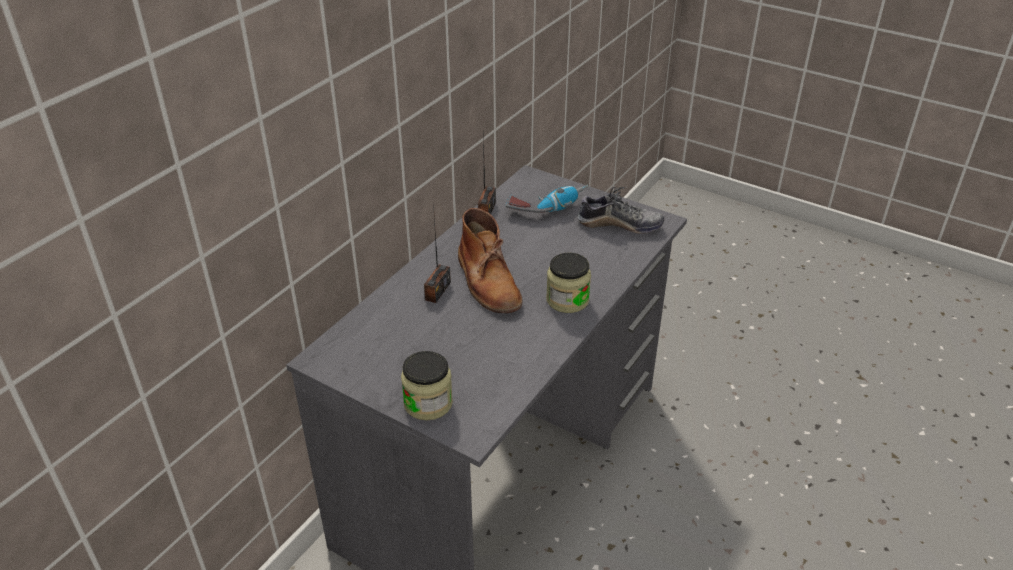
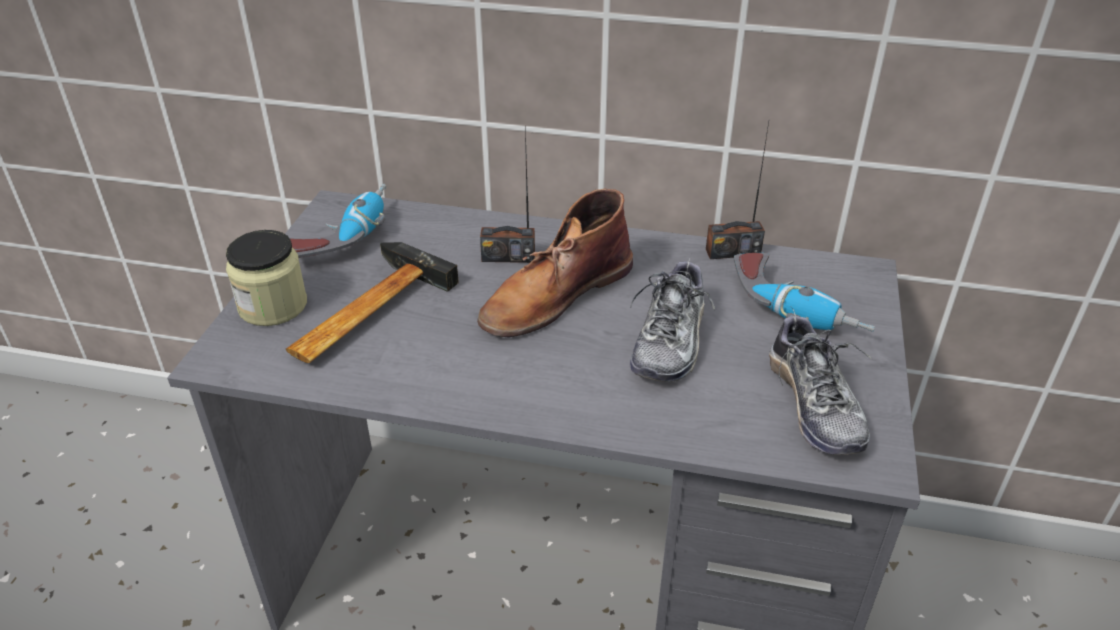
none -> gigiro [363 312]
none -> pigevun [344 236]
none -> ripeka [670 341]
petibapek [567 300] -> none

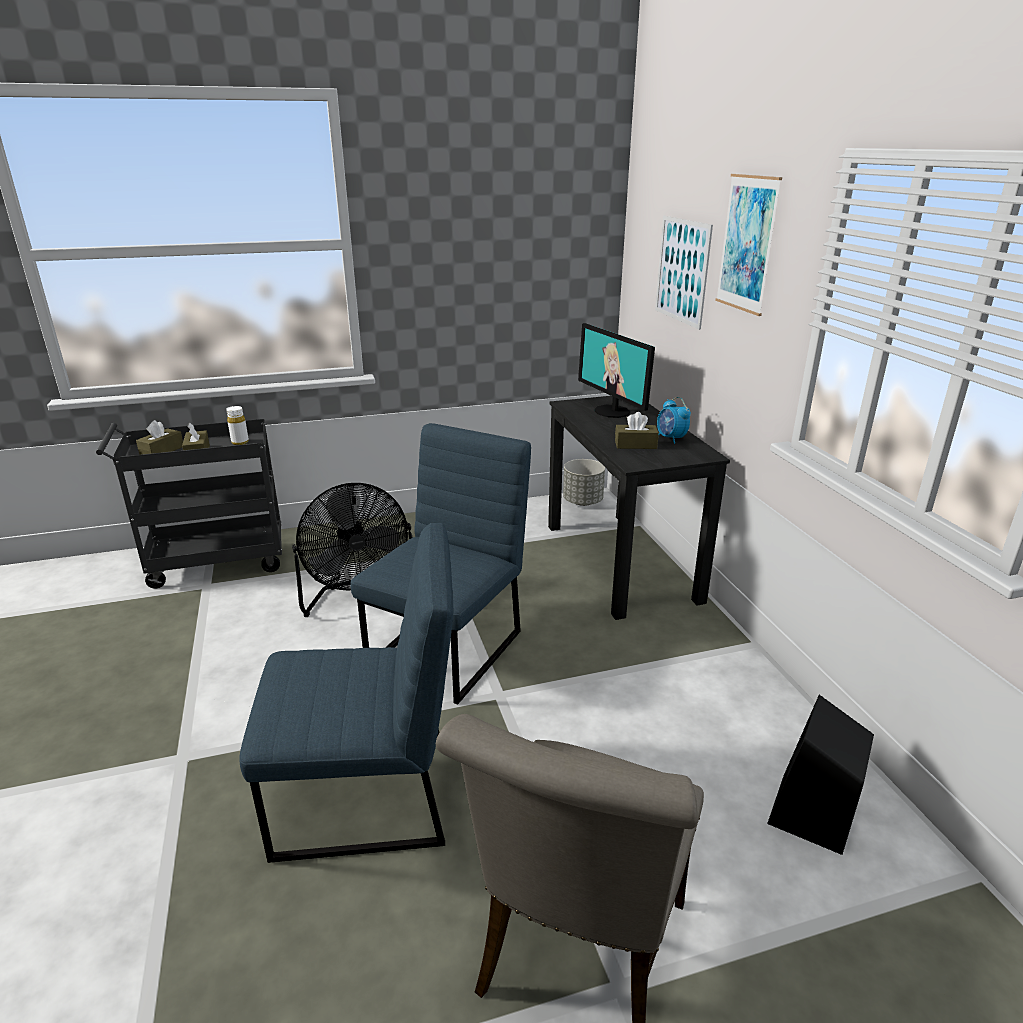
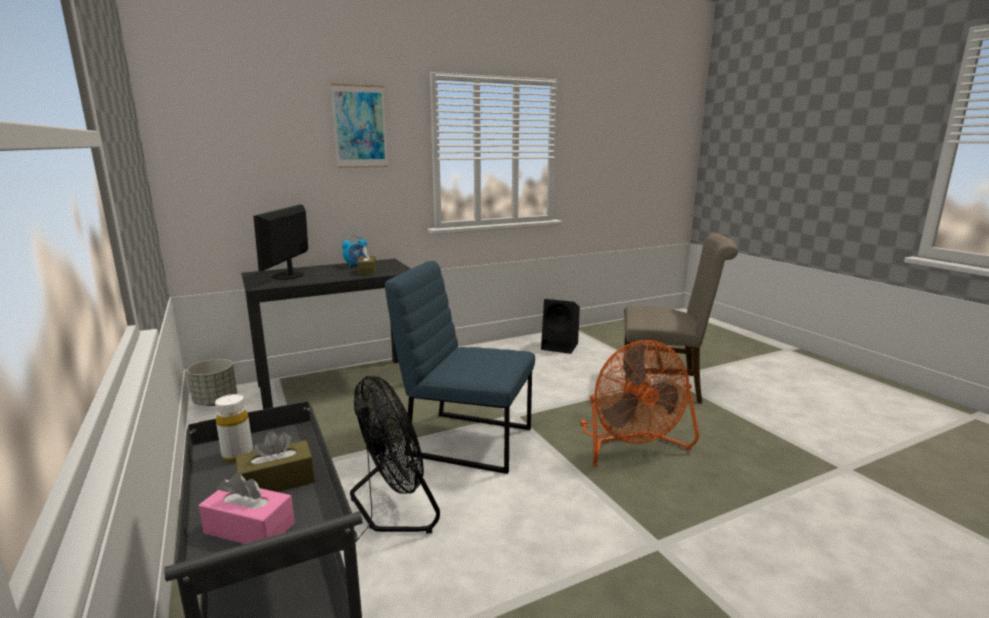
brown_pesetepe [162 451] -> pink_pesetepe [250 528]
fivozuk [613 411] -> fivozuk [288 276], 135 degrees clockwise
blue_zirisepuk [369 797] -> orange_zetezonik [628 446]
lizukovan [682 271] -> none

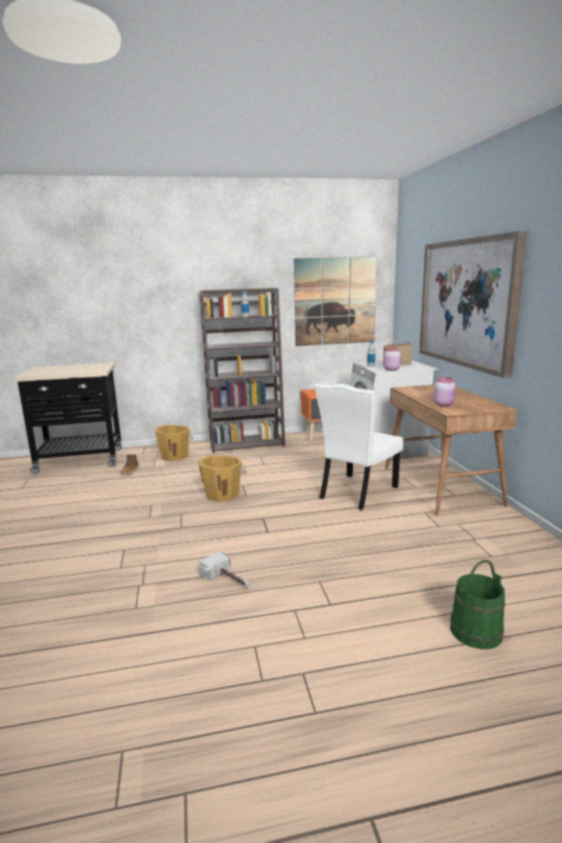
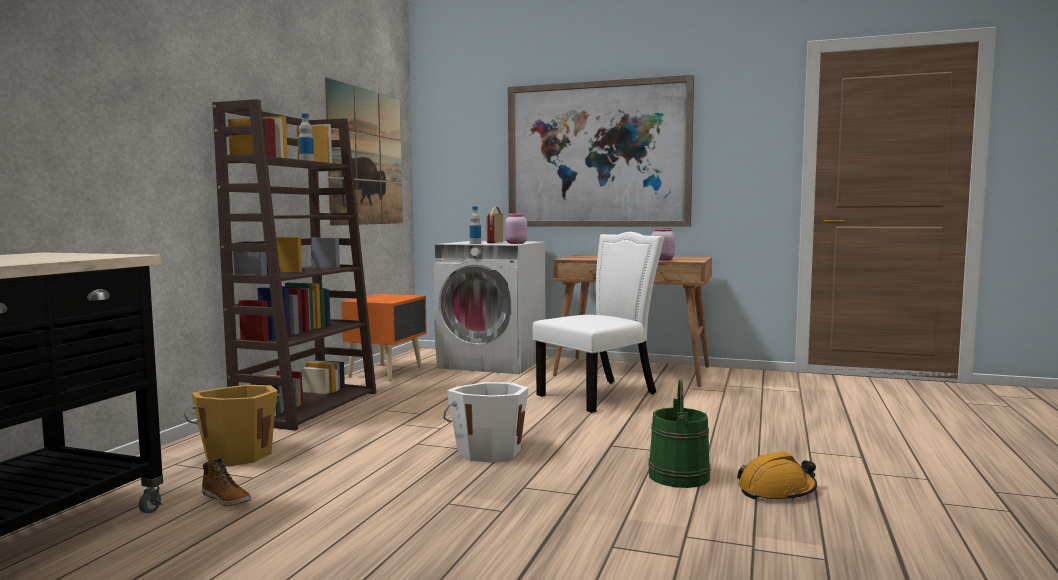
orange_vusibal [222 493] -> white_vusibal [488 451]
white_zirisepuk [358 491] -> white_zirisepuk [597 396], 105 degrees counterclockwise
green_vusibal [475 631] -> green_vusibal [678 476], move
gigiro [228 580] -> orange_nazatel [777 491]

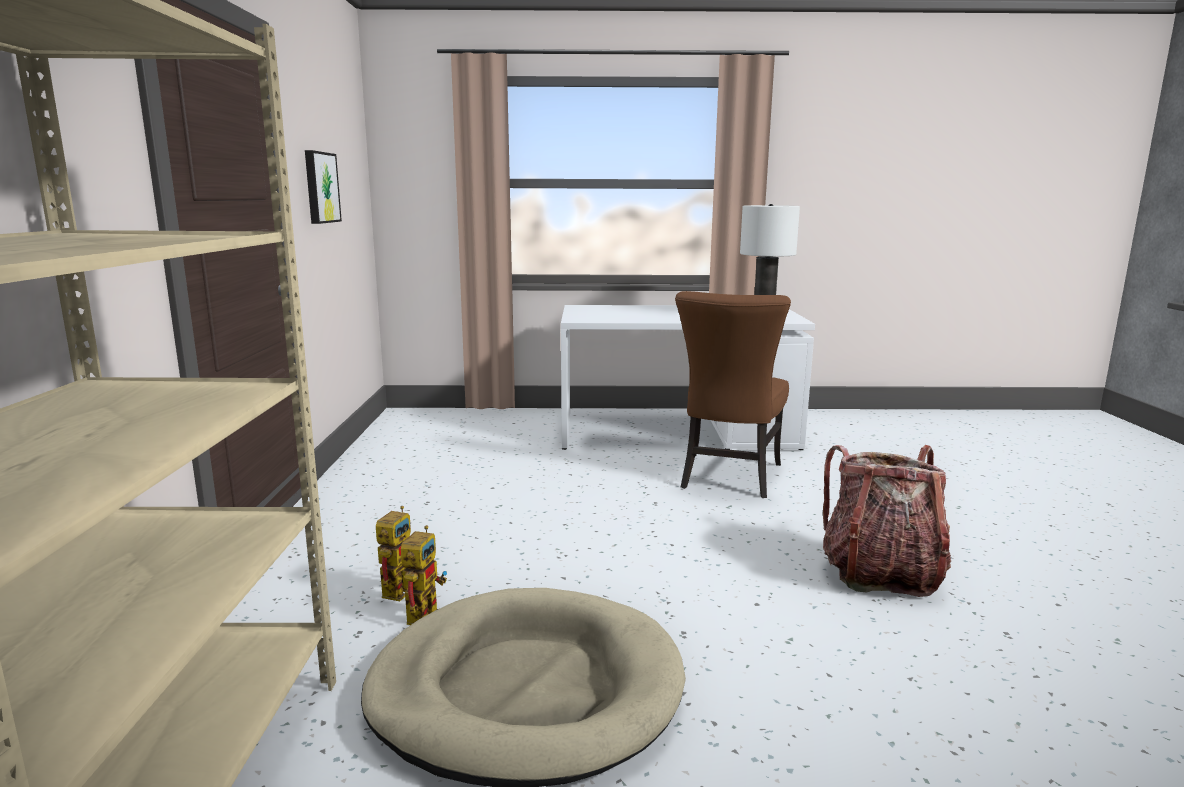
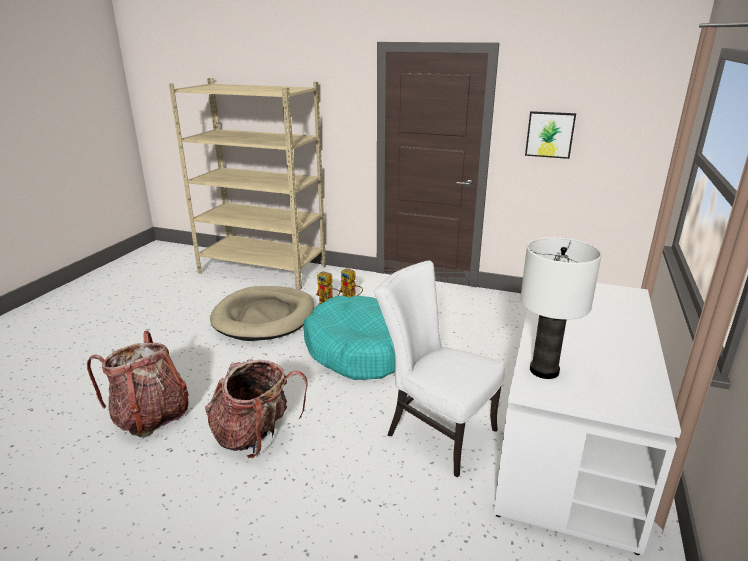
none -> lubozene [150 416]
none -> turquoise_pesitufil [357 349]
brown_zirisepuk [728 478] -> white_zirisepuk [435 431]

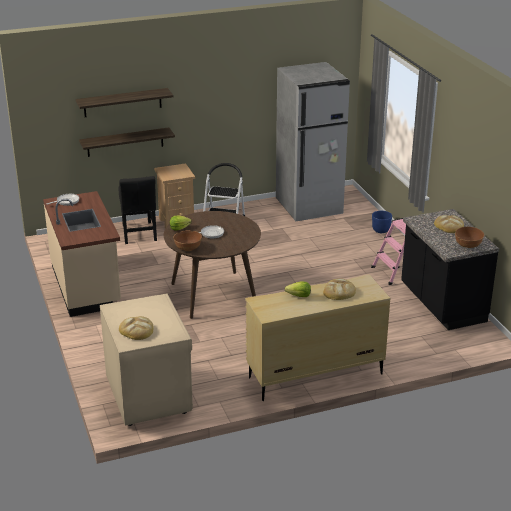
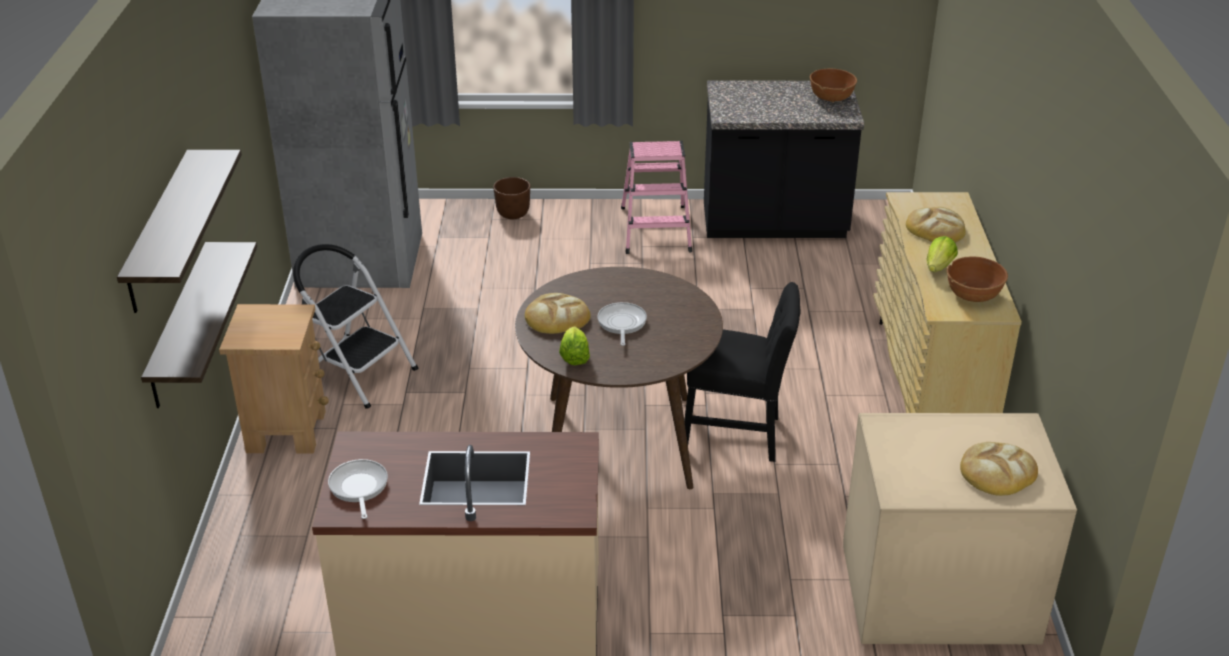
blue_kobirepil [381 230] -> brown_kobirepil [513 214]
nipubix [449 226] -> nipubix [556 317], move
black_zirisepuk [139 234] -> black_zirisepuk [737 435], move
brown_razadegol [188 248] -> brown_razadegol [973 295], move

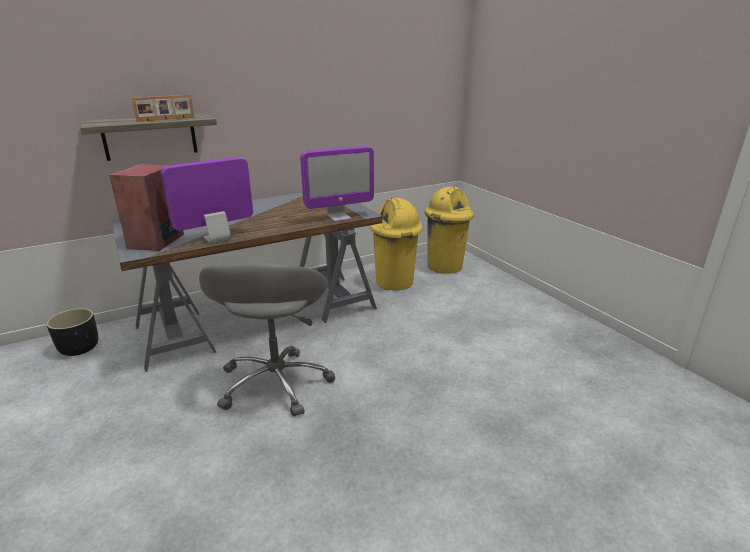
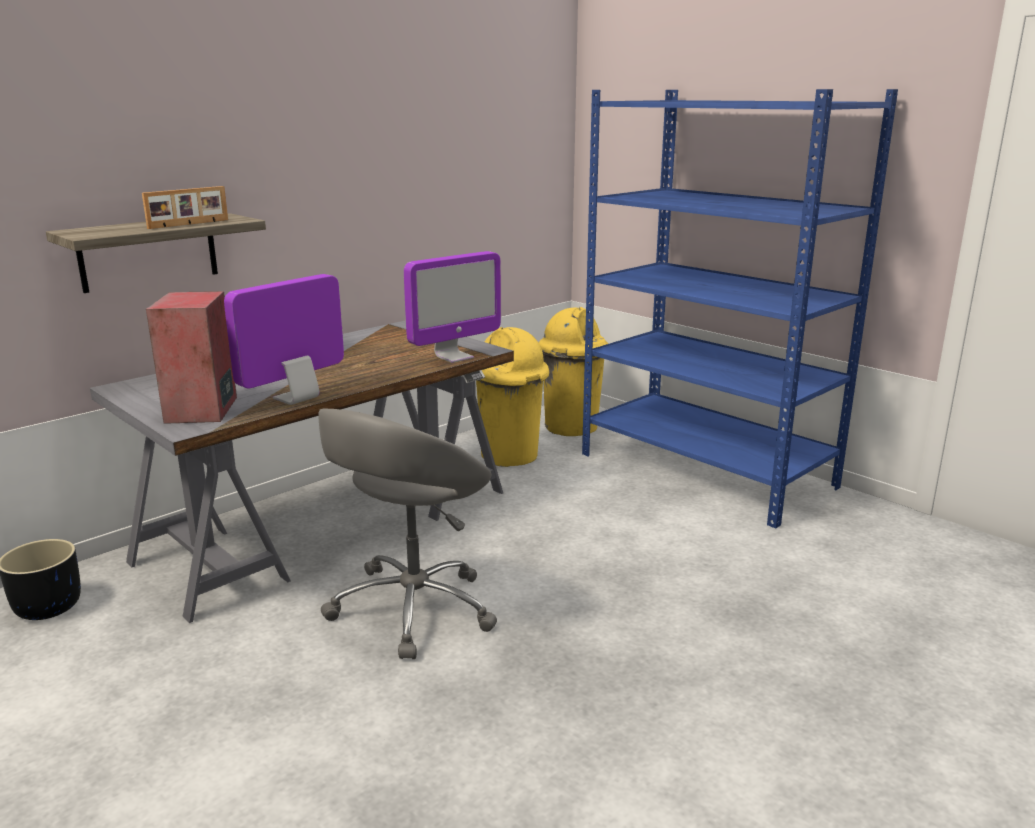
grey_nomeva [275 386] -> grey_nomeva [410 611], 45 degrees clockwise
none -> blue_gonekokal [705 470]

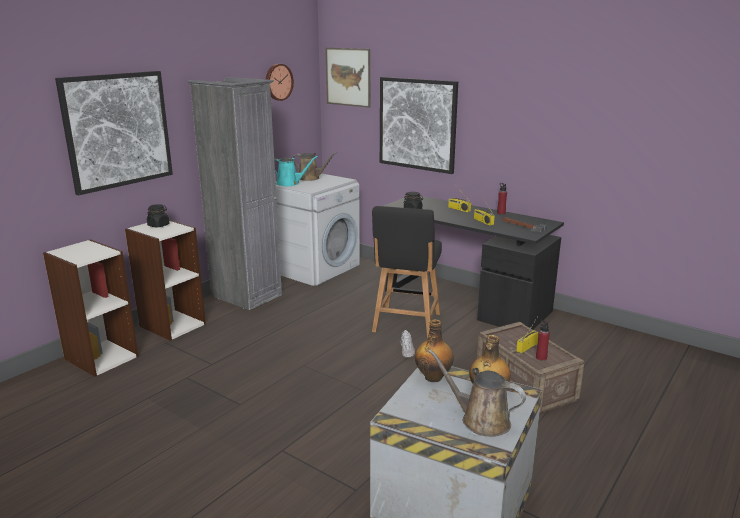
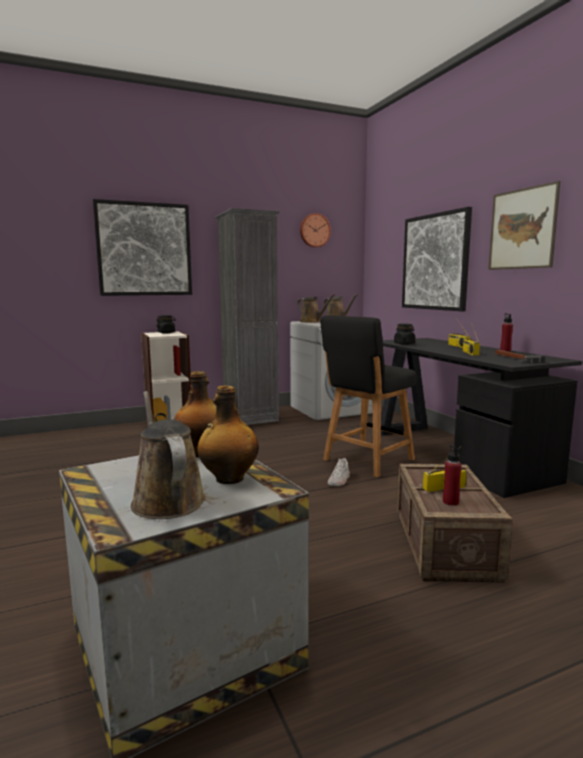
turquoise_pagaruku [290 183] -> brown_pagaruku [312 322]
lizukovan [348 77] -> lizukovan [522 229], move
gonekokal [101 357] -> none

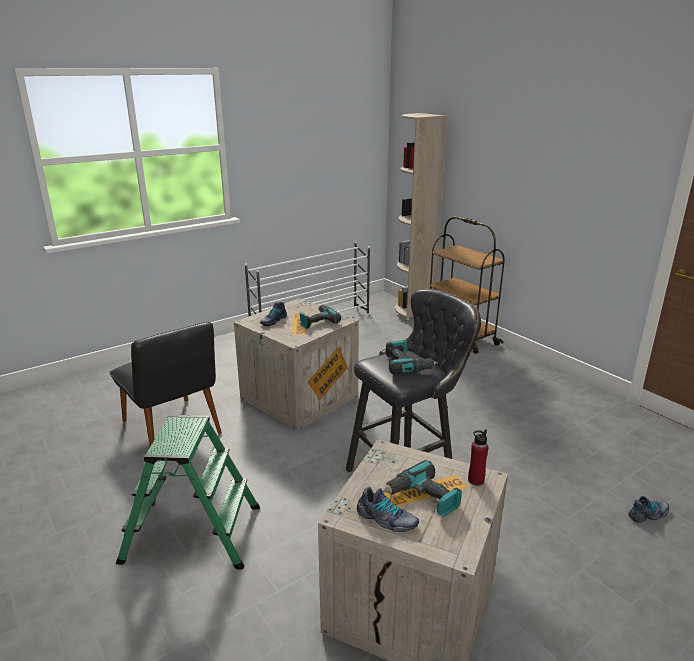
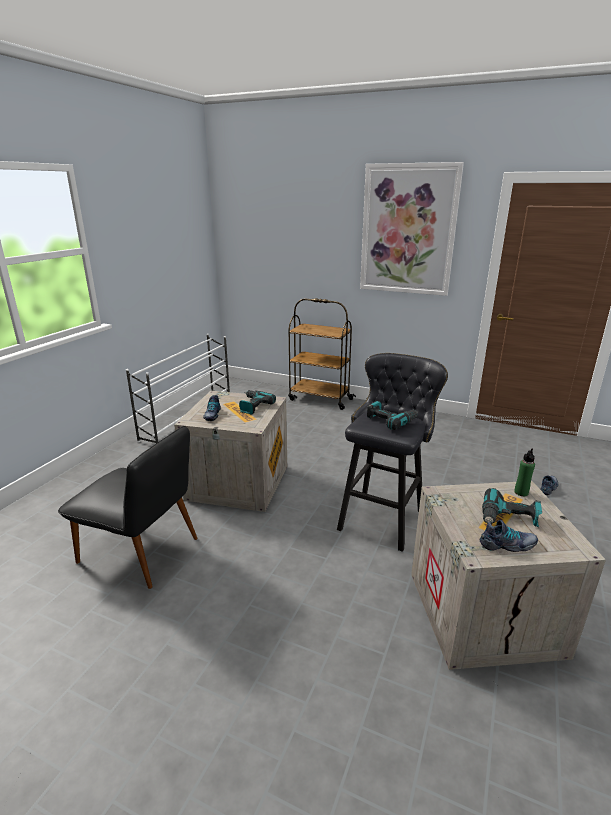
none -> lizukovan [408 230]
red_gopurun [475 480] -> green_gopurun [521 492]
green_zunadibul [192 533] -> none
beige_gonekokal [410 313] -> none

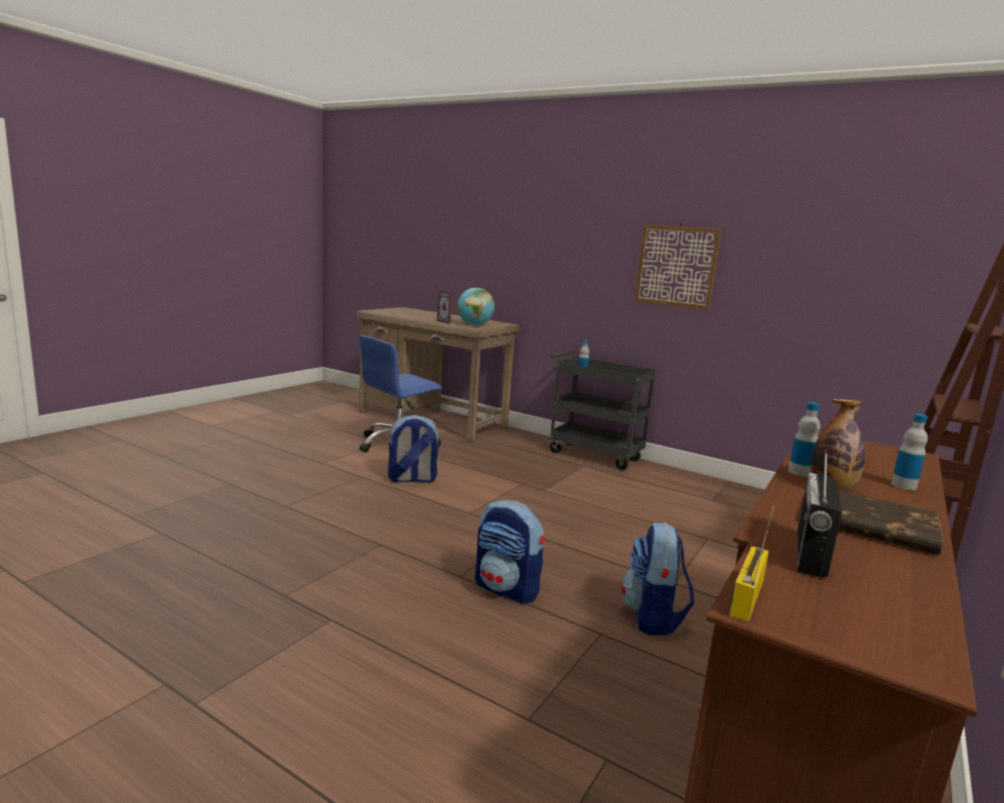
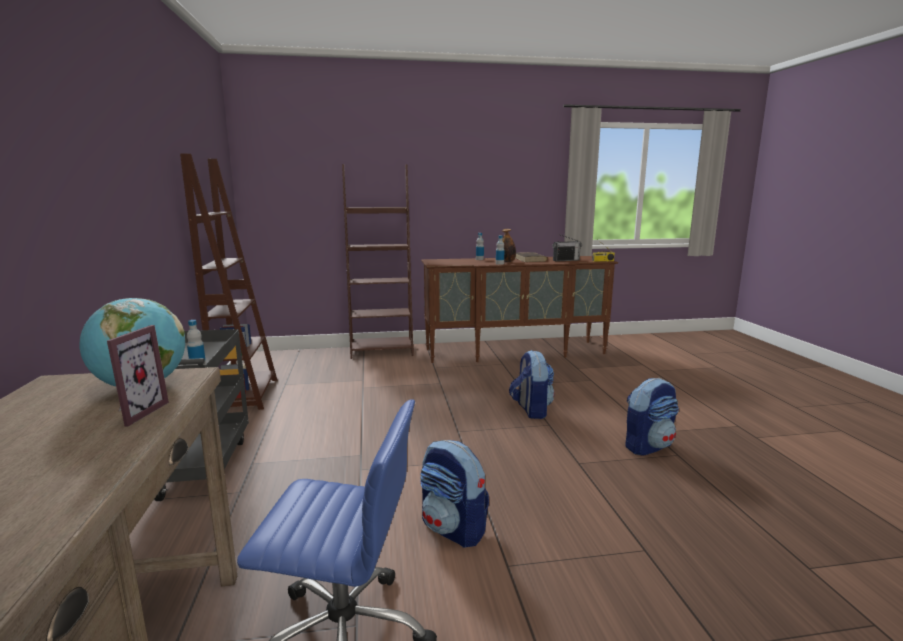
none -> brown_gonekokal [246 395]
lubozene [653 617] -> lubozene [648 446], move
lizukovan [676 265] -> none

